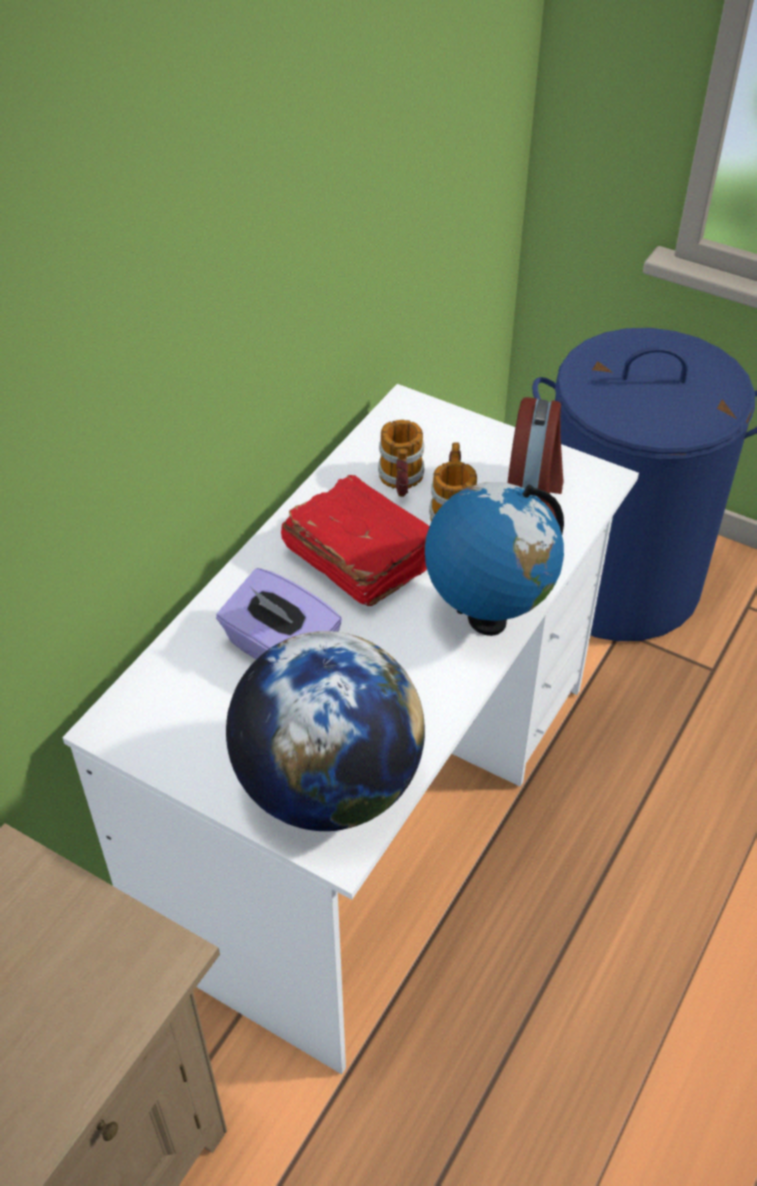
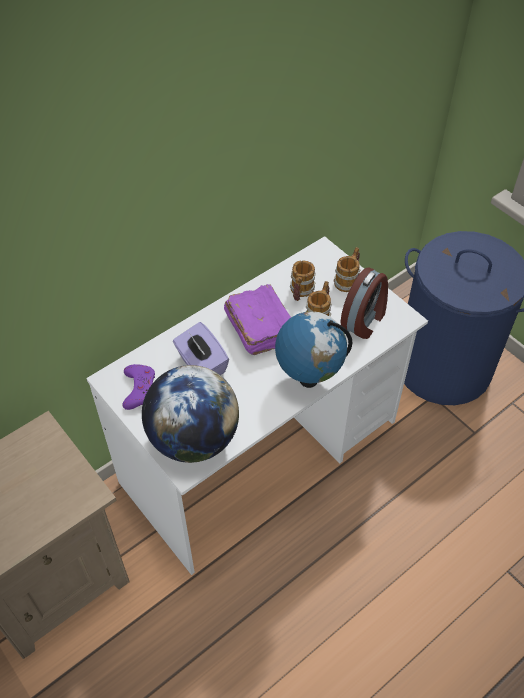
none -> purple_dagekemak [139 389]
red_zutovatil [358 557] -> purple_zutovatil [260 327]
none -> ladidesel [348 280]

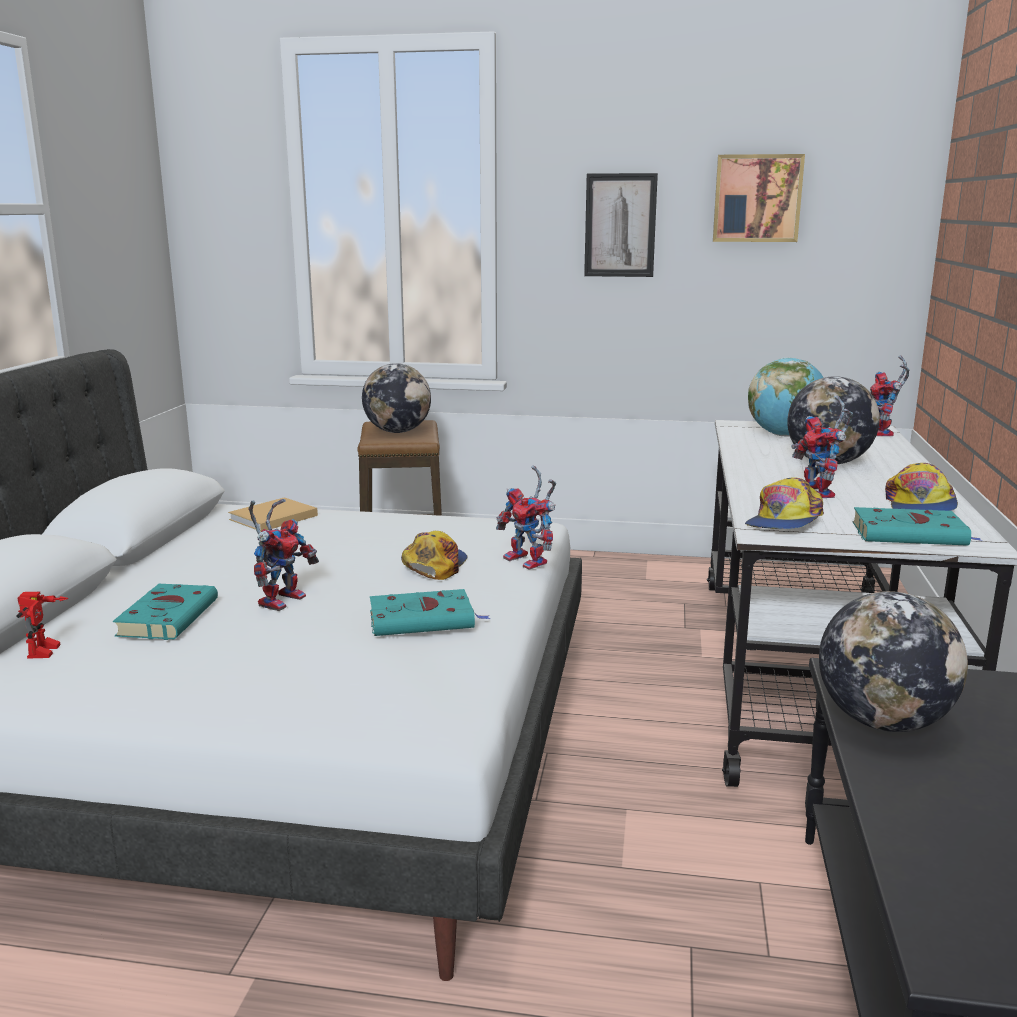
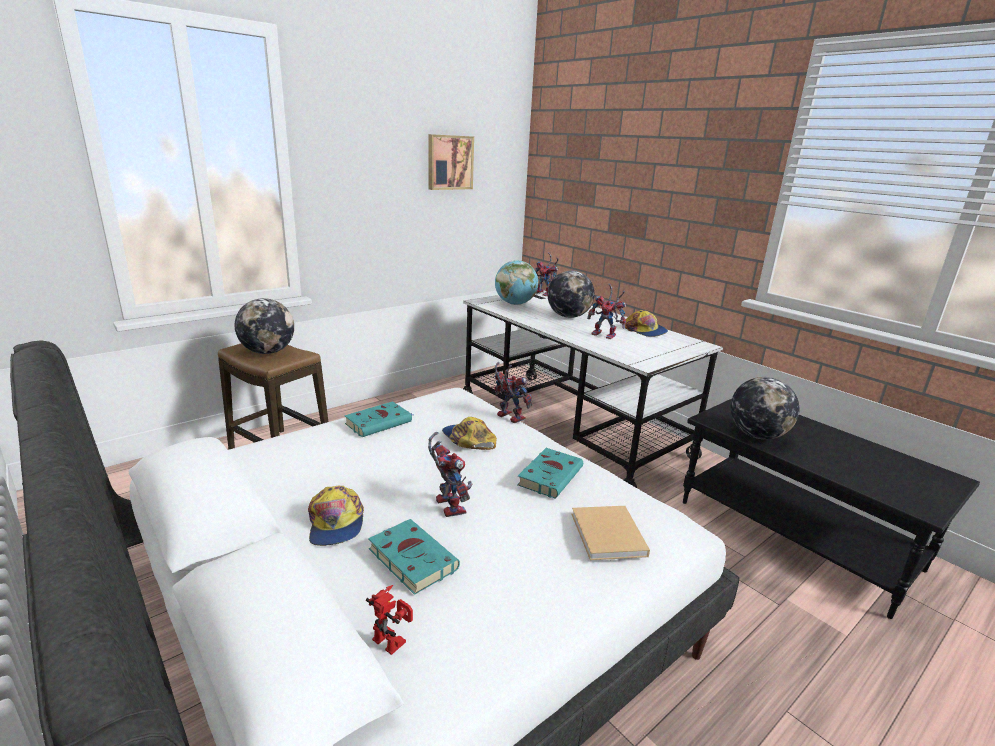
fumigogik [784 521] -> fumigogik [335 523], move
turquoise_zutovatil [912 534] -> turquoise_zutovatil [380 422], move
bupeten [530 561] -> bupeten [507 417], 135 degrees counterclockwise
beige_zutovatil [271 518] -> beige_zutovatil [608 536], move
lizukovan [620 225] -> none

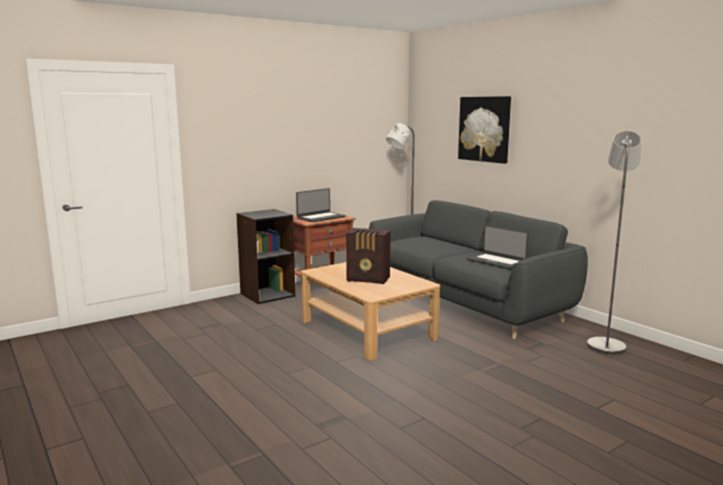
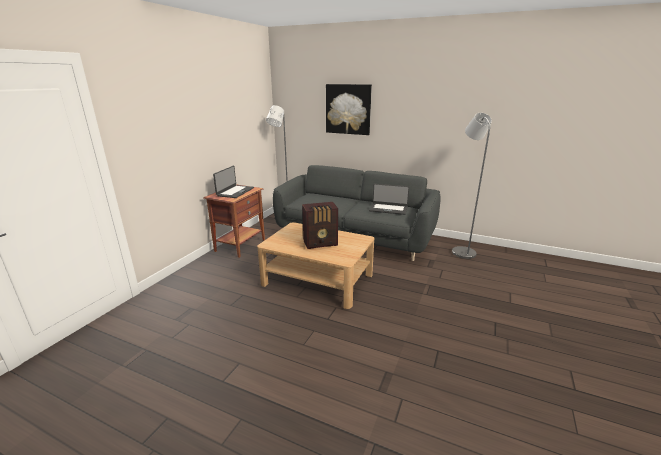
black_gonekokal [267 294] -> none

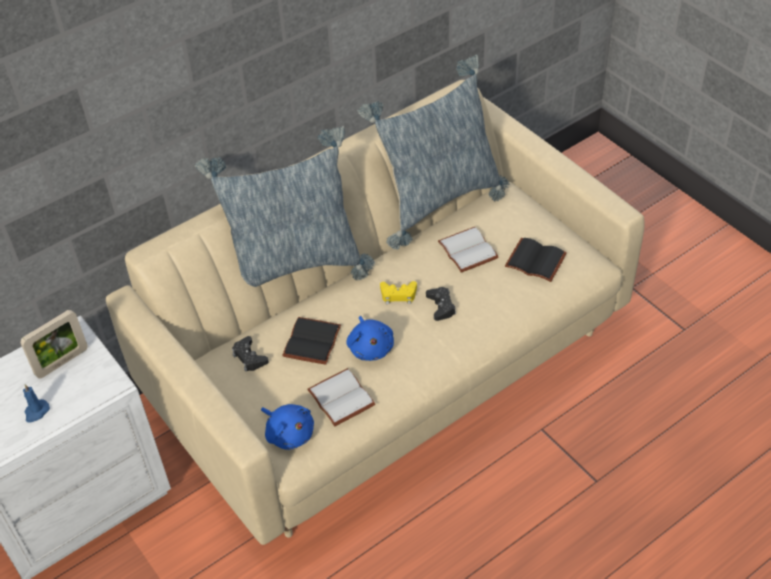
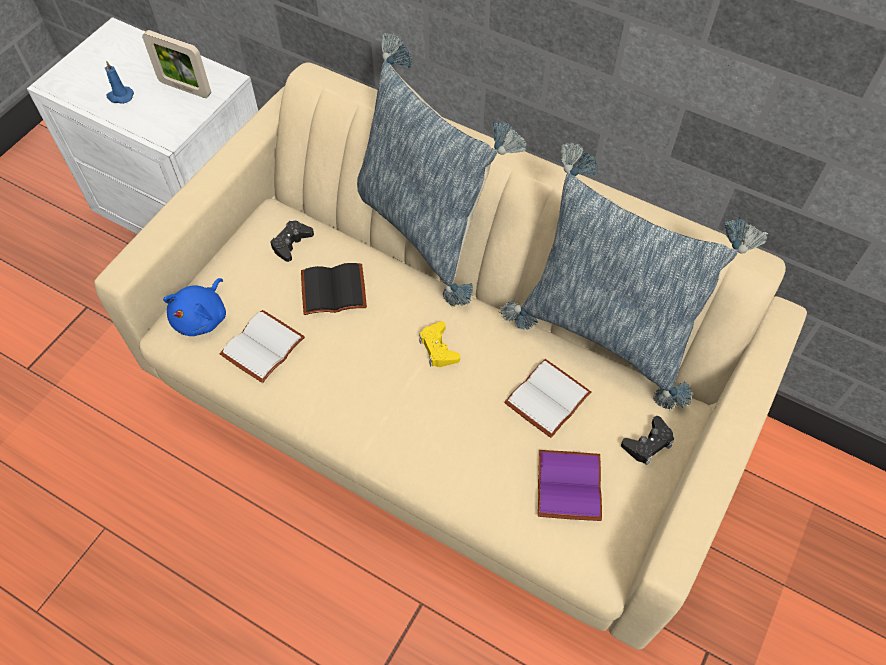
black_zutovatil [537 260] -> purple_zutovatil [571 487]
black_dagekemak [441 306] -> black_dagekemak [648 443], move
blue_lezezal [371 347] -> none

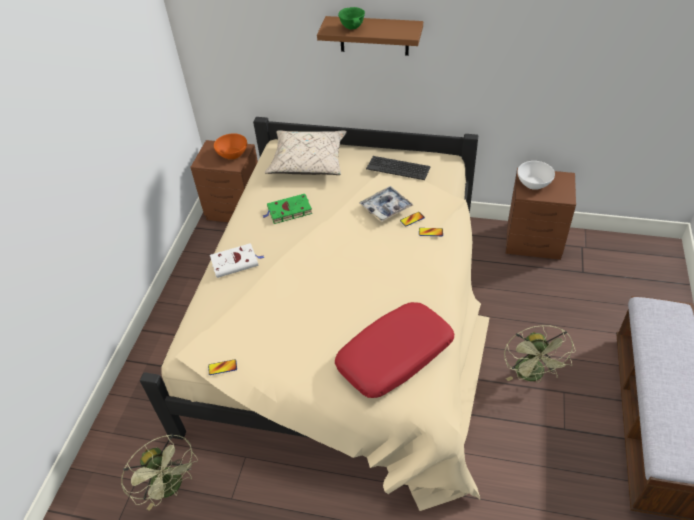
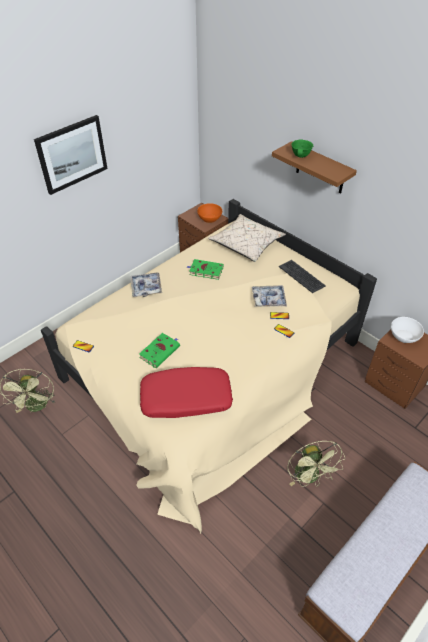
none -> lizukovan [72 154]
white_zutovatil [236 262] -> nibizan [146 287]
none -> green_zutovatil [160 351]
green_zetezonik [532 375] -> green_zetezonik [310 477], 45 degrees counterclockwise

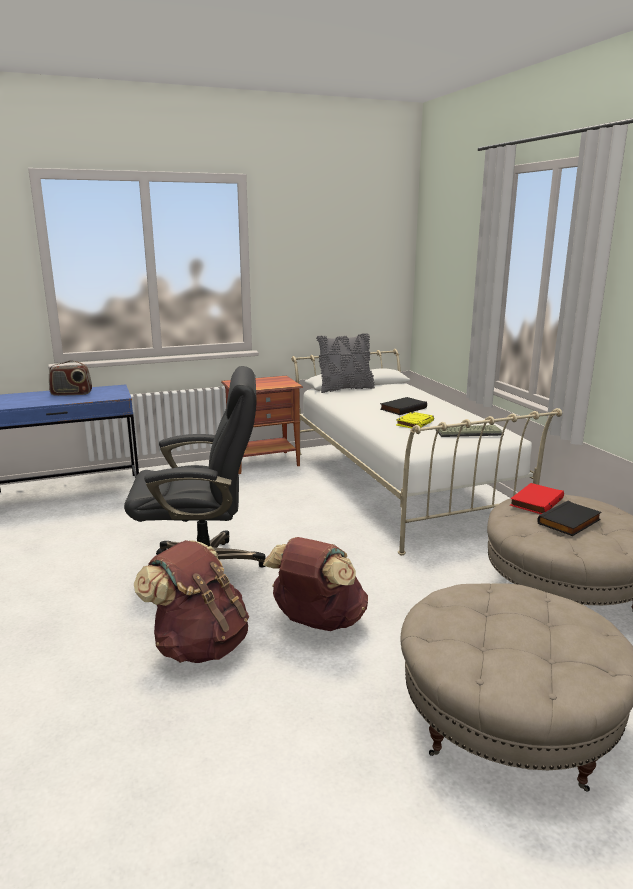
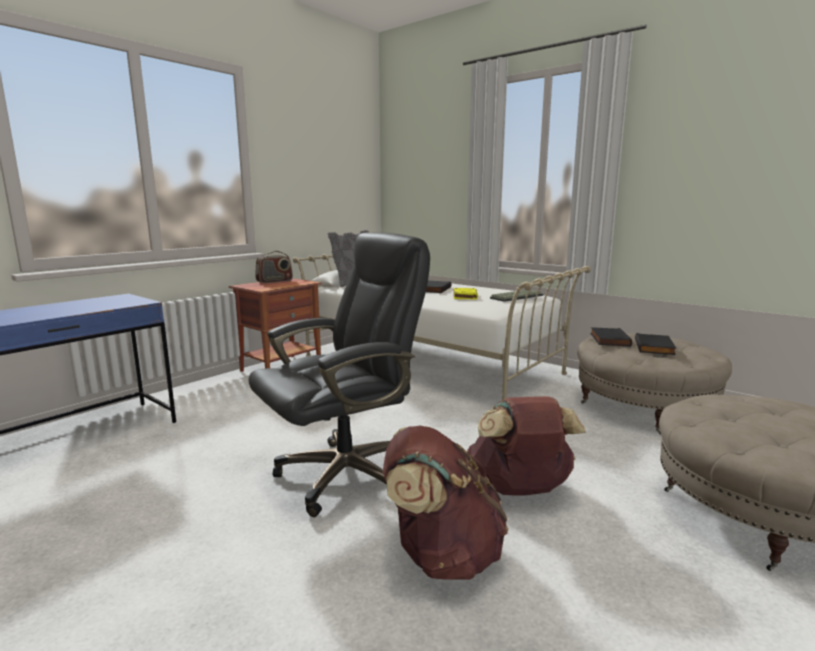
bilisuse [71 393] -> bilisuse [274 281], move
red_zutovatil [535 501] -> black_zutovatil [608 339]

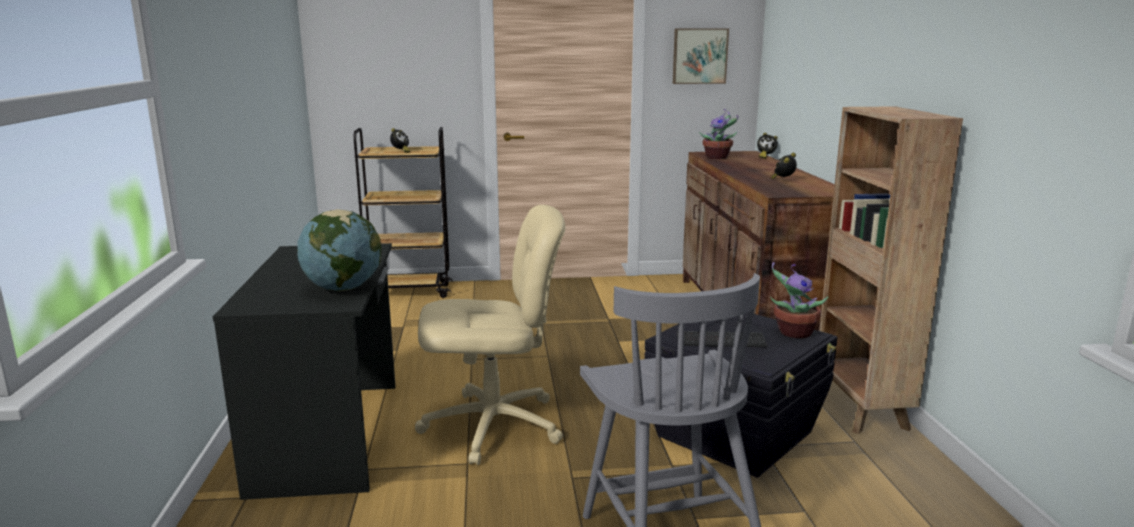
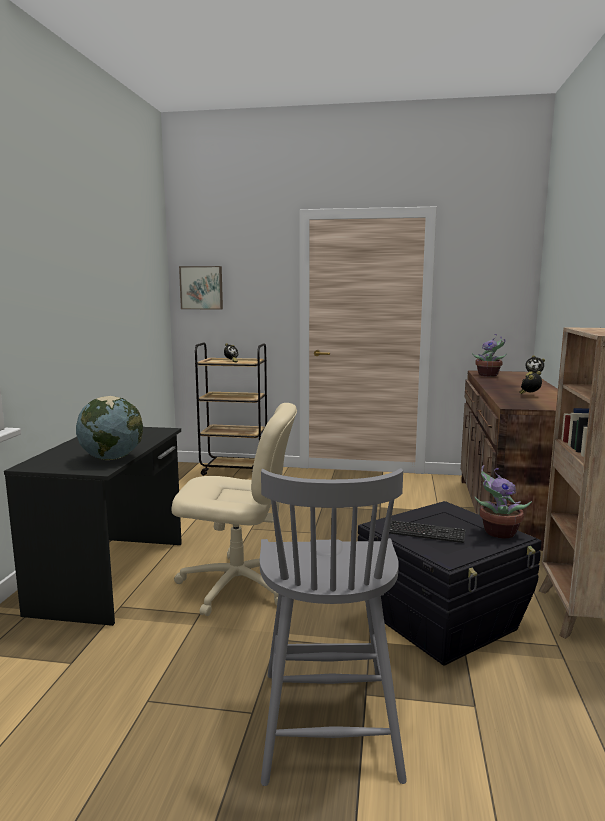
lizukovan [699 56] -> lizukovan [201 287], move

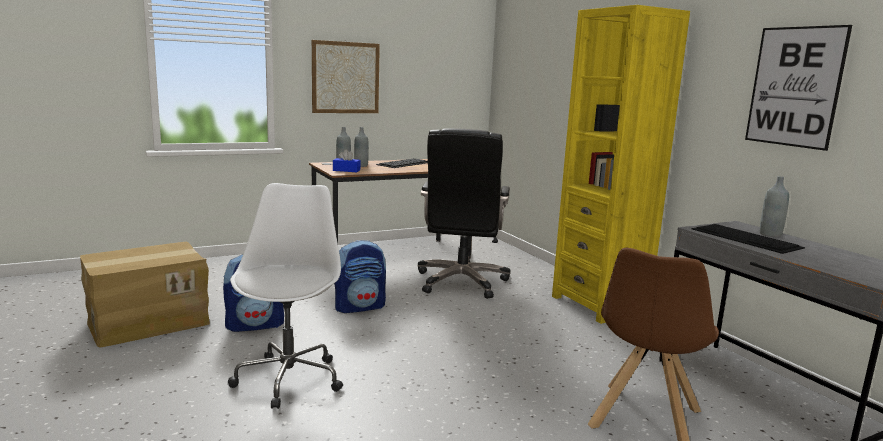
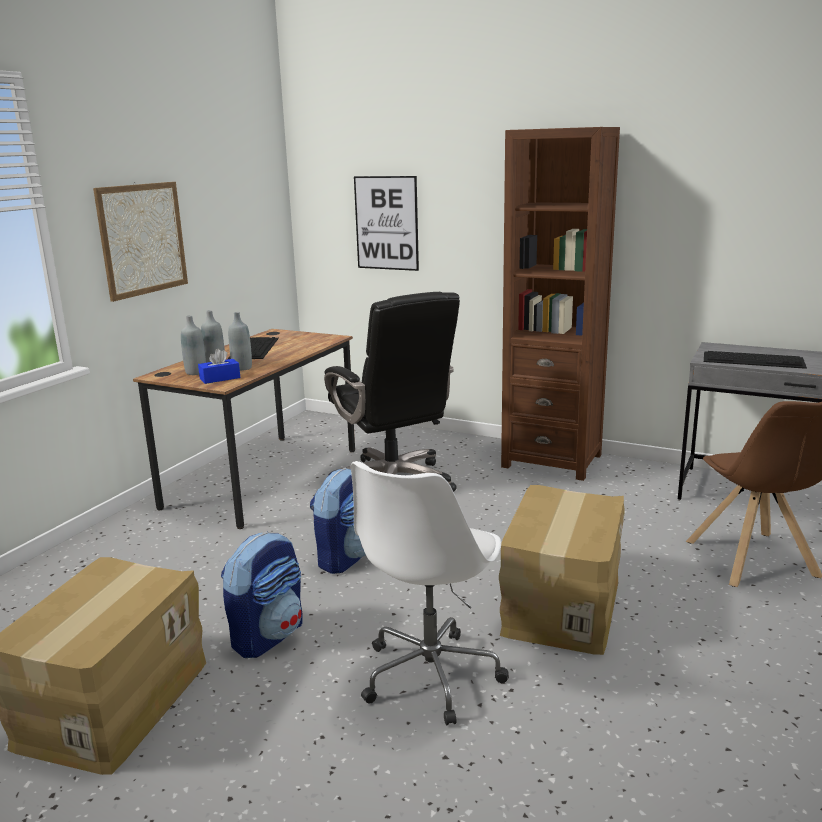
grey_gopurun [770 234] -> grey_gopurun [242 368], move
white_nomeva [289 378] -> white_nomeva [429 679], 120 degrees counterclockwise
lizukovan [795 87] -> lizukovan [386 223], move
none -> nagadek [560 604]
yellow_gonekokal [599 305] -> brown_gonekokal [552 461]

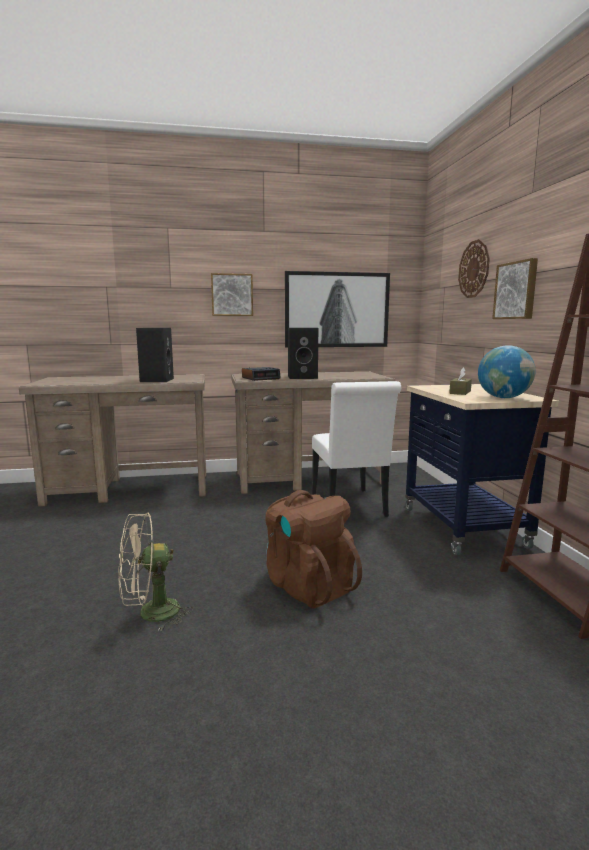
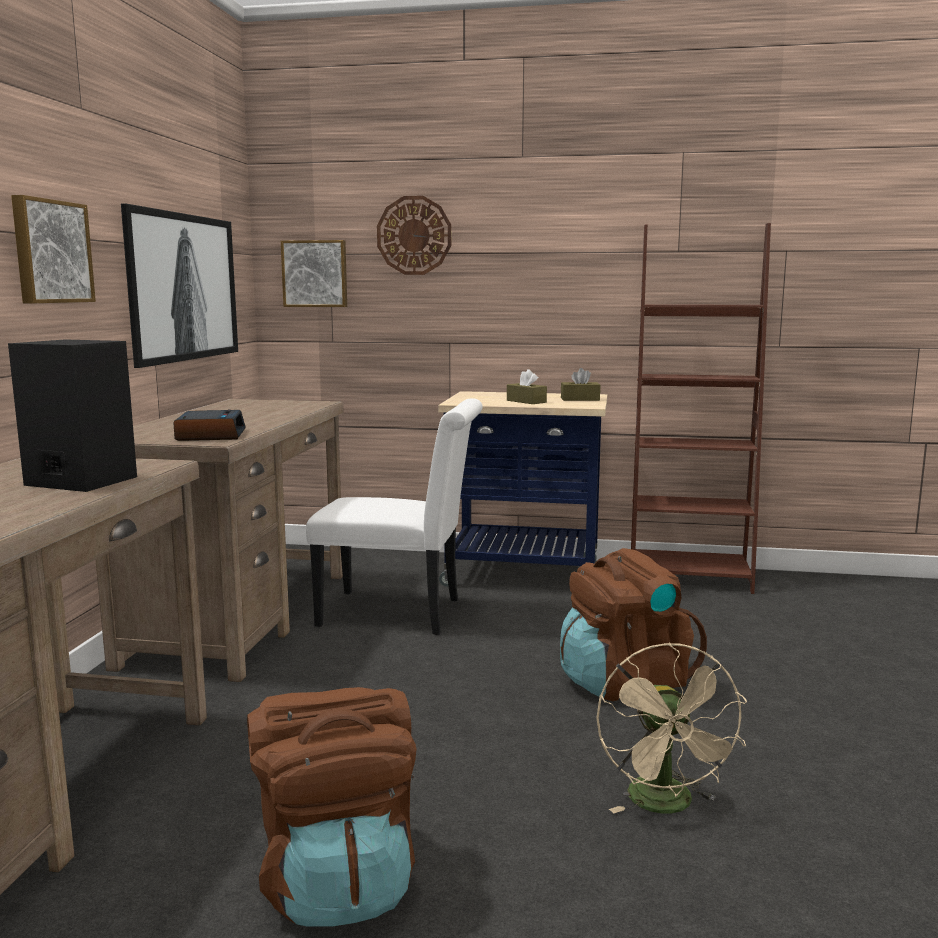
none -> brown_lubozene [337 878]
lizukovan [516 290] -> lizukovan [315 274], move
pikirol [503 398] -> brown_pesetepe [580 399]
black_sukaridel [303 377] -> none

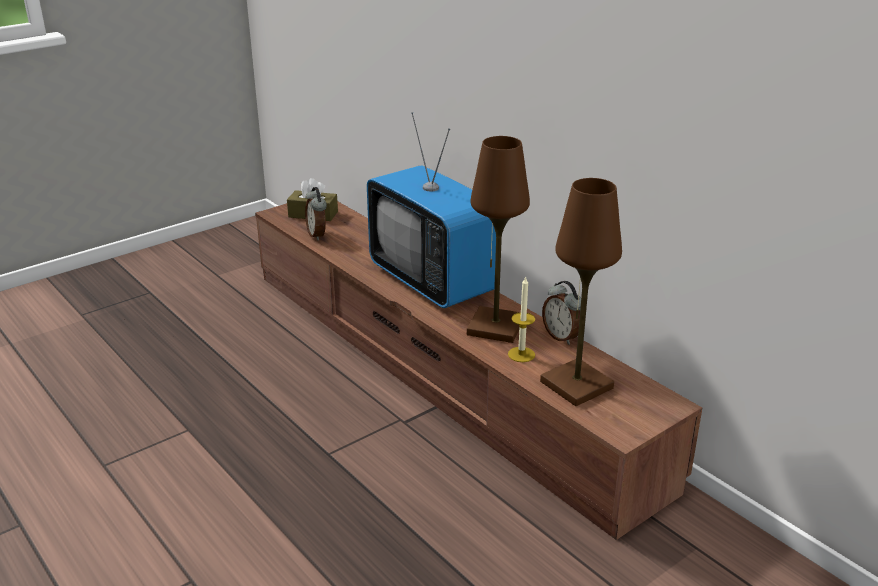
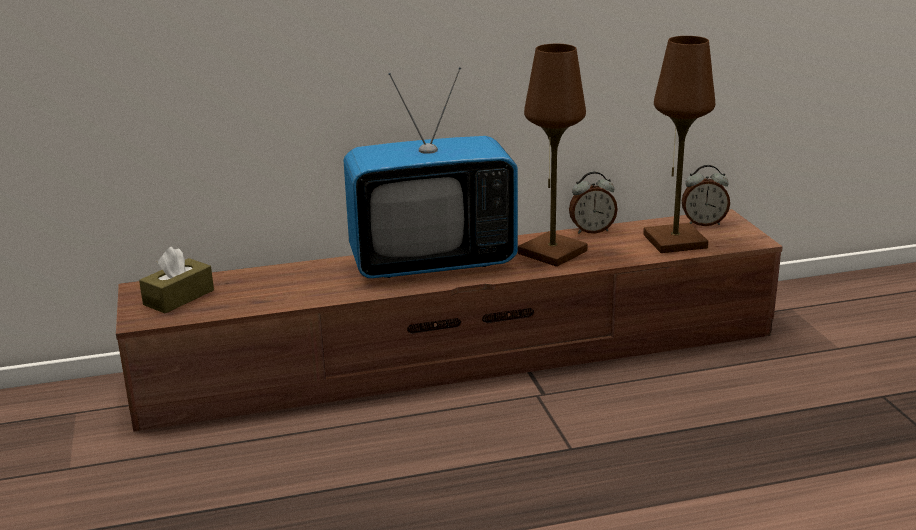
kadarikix [317 235] -> kadarikix [703 223], move
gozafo [521 354] -> none

